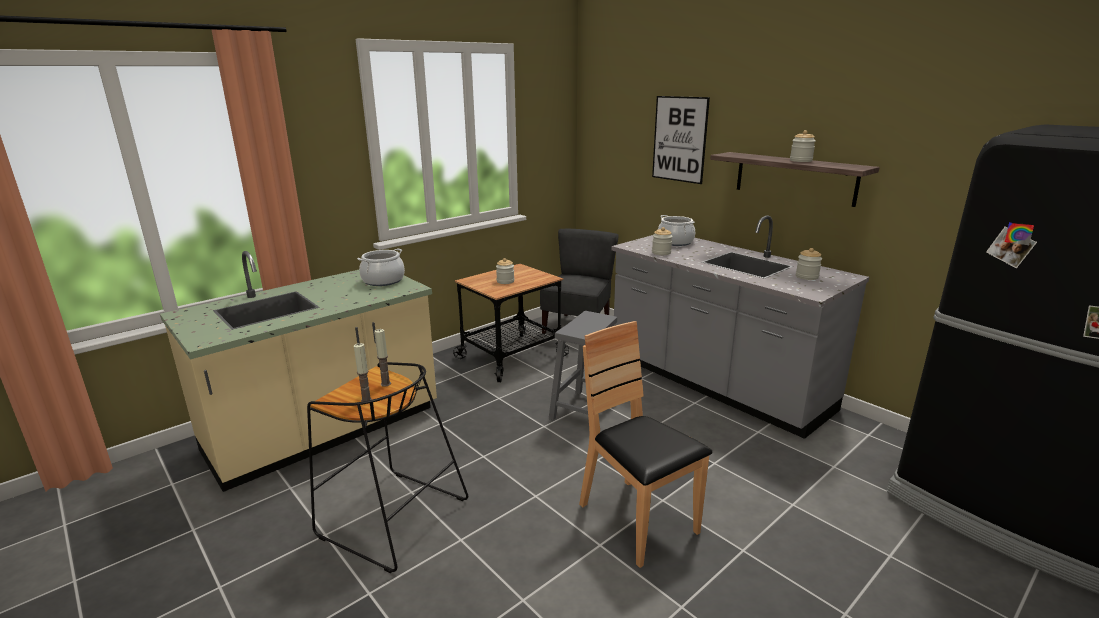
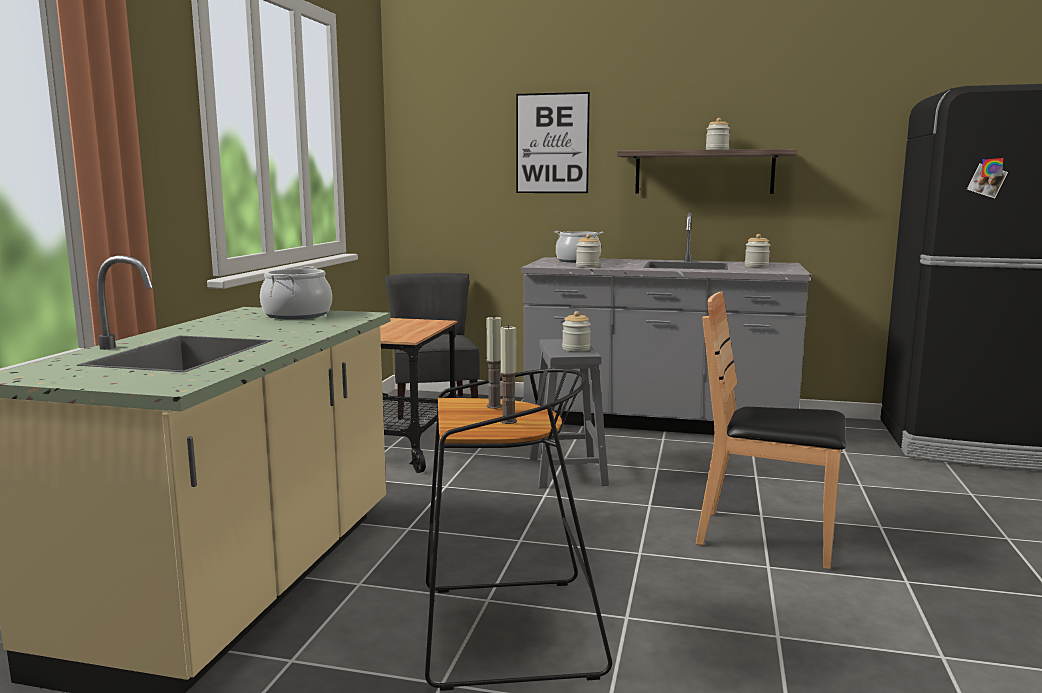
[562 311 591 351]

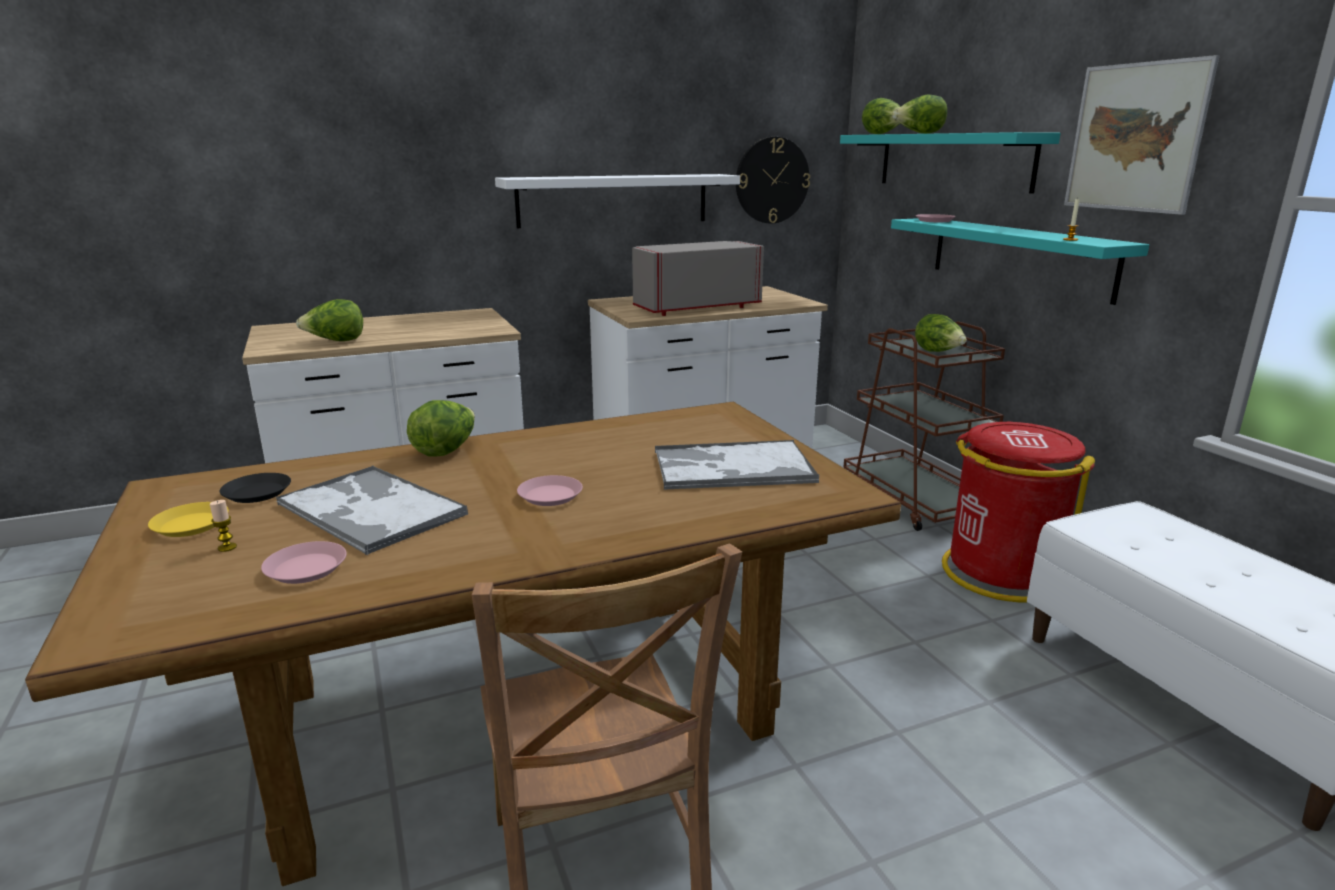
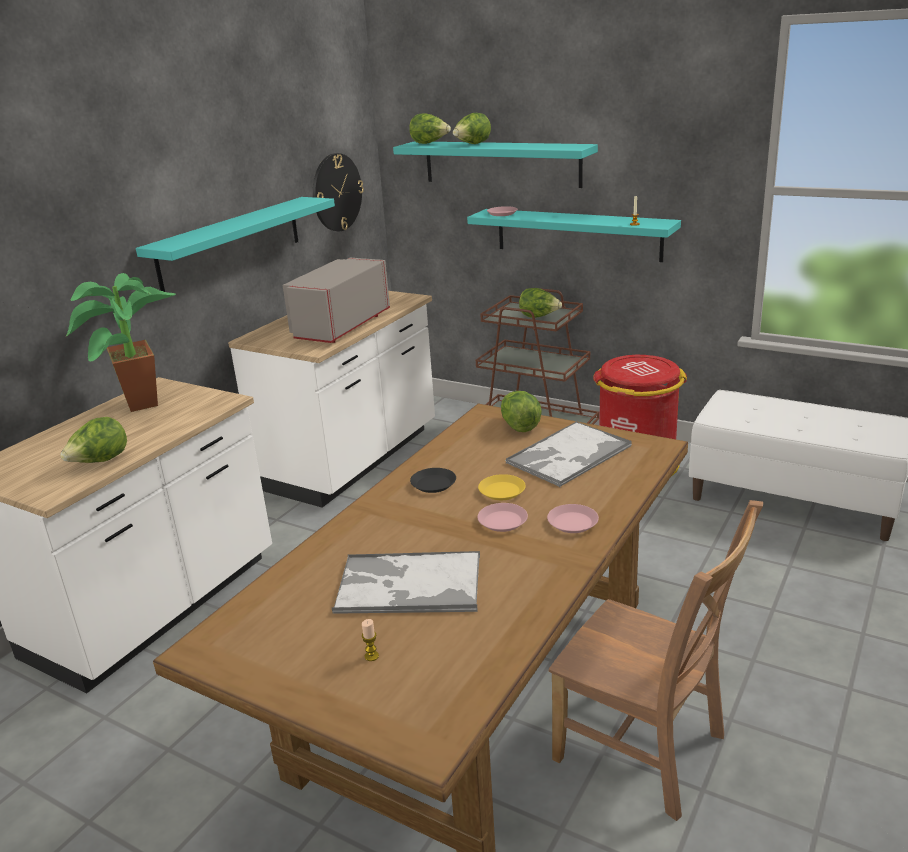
[1064 55 1220 215] (first image)
[66 273 176 412]
[478 474 526 500]
[410 468 456 493]
[547 504 599 533]
[501 391 542 432]
[136 197 335 292]

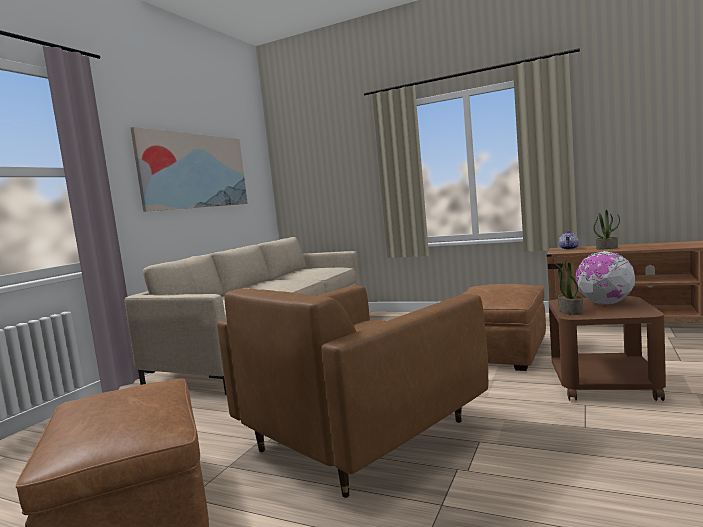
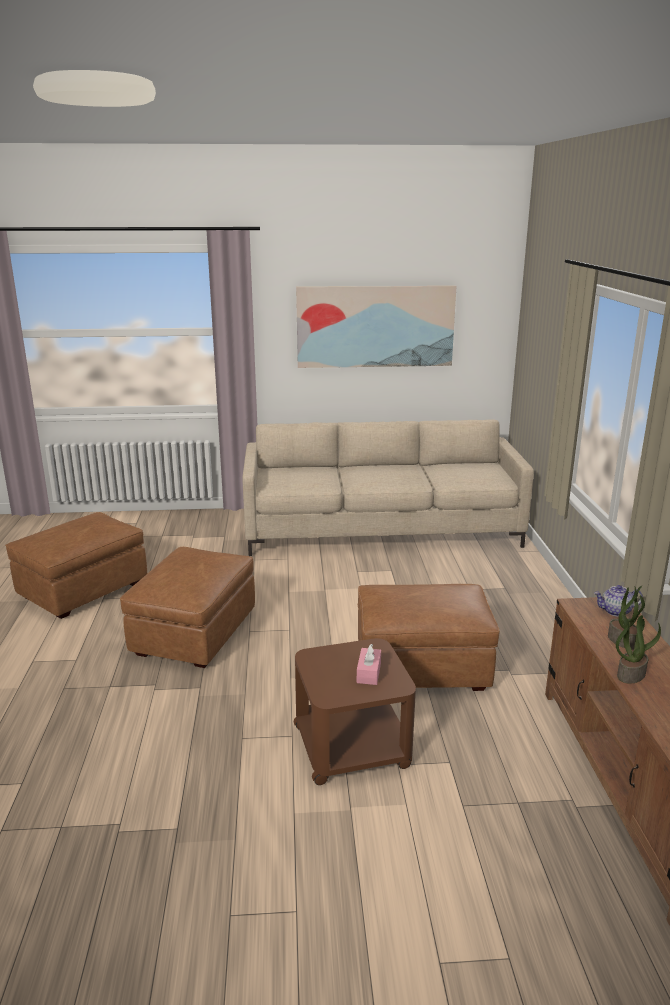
[616 614 661 684]
[120 547 255 668]
[357 644 381 685]

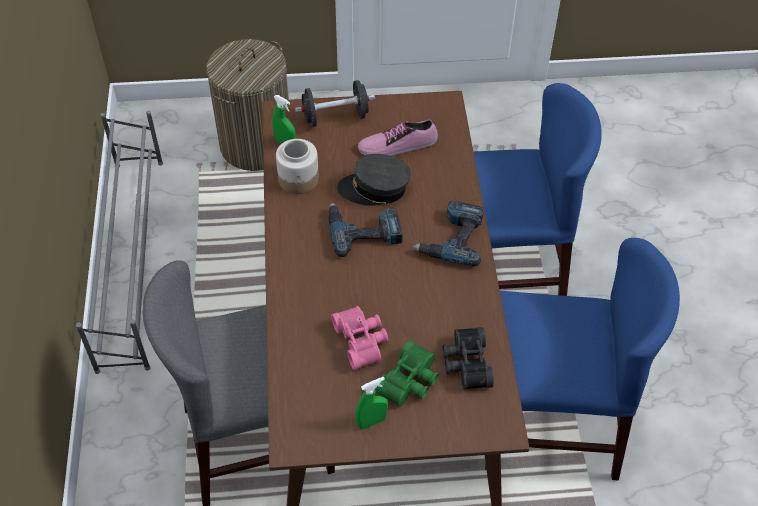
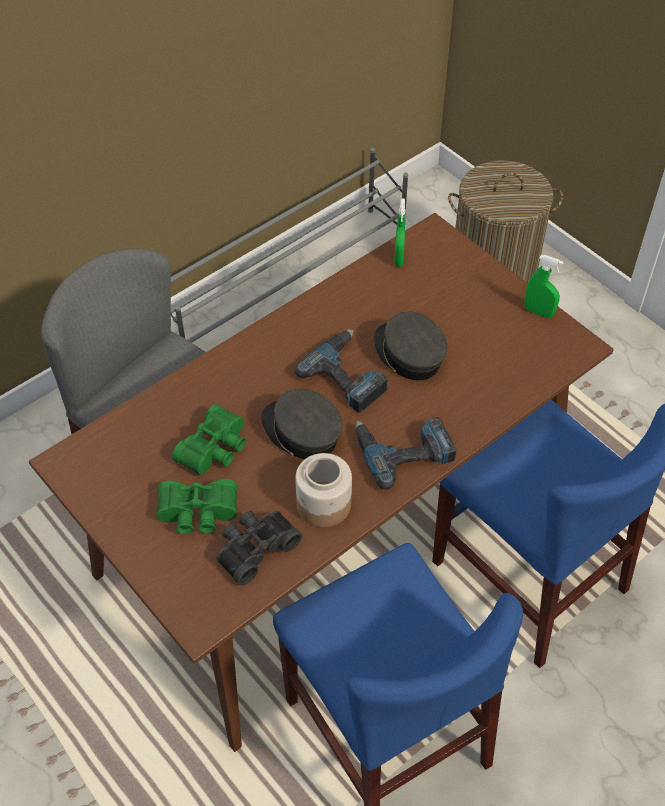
[295 80 375 127] (first image)
[358 120 438 156] (first image)
[261 389 343 459]
[295 453 352 527]
[525 255 564 318]
[172 404 246 475]

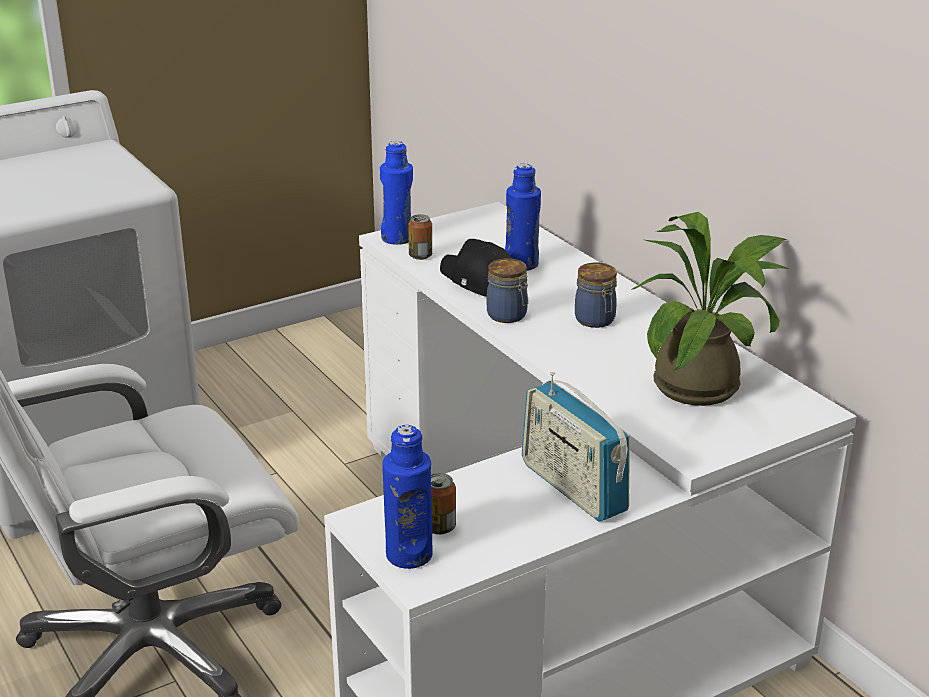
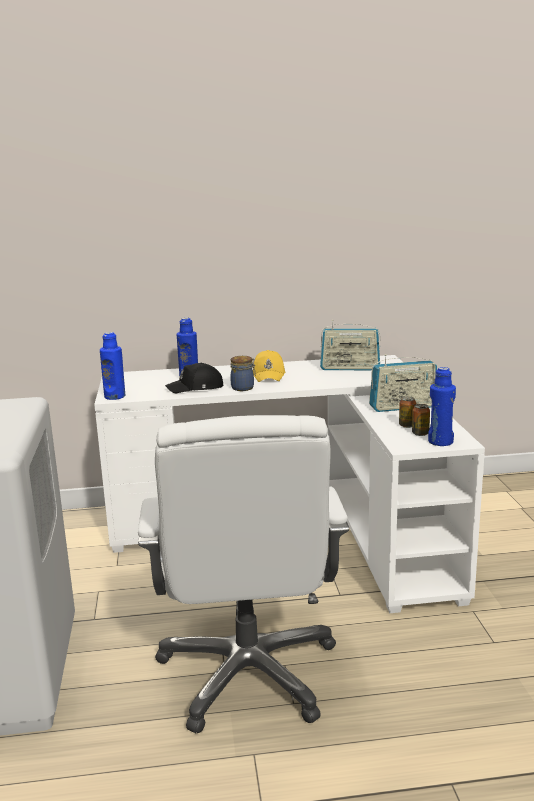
[399 396 416 428]
[253 350 285 382]
[320 320 380 370]

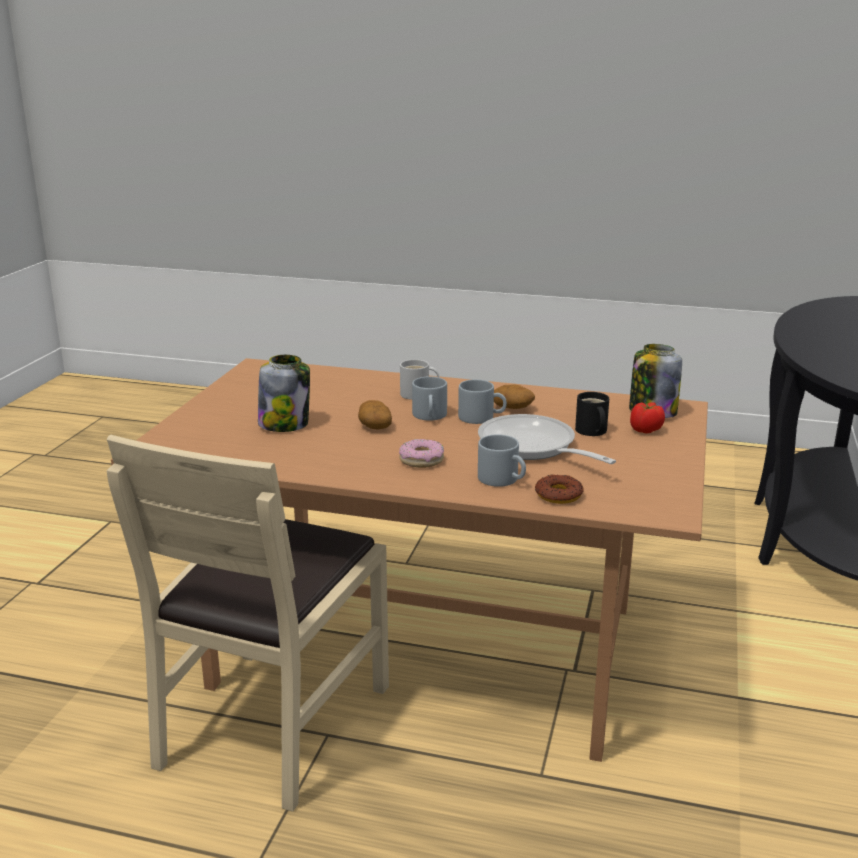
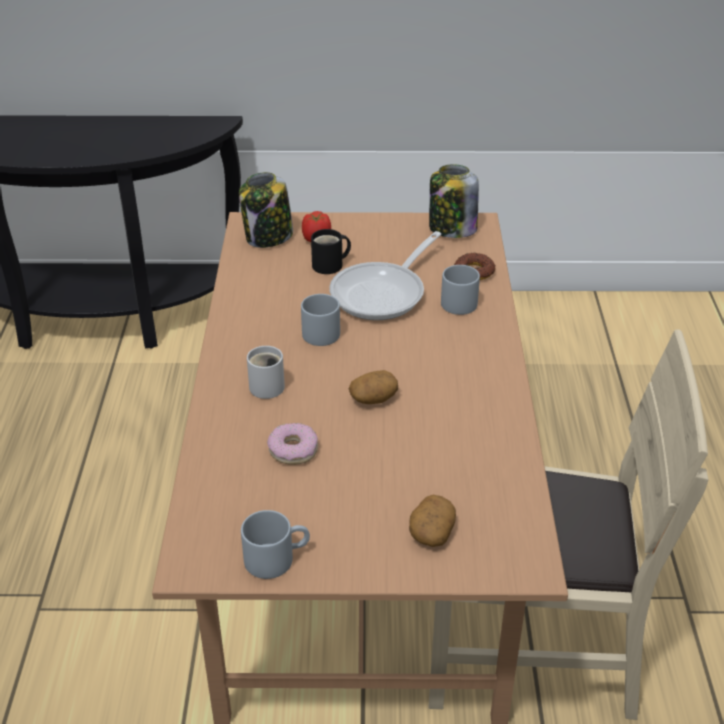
[429 164 479 238]
[267 423 318 465]
[241 510 310 579]
[409 495 456 547]

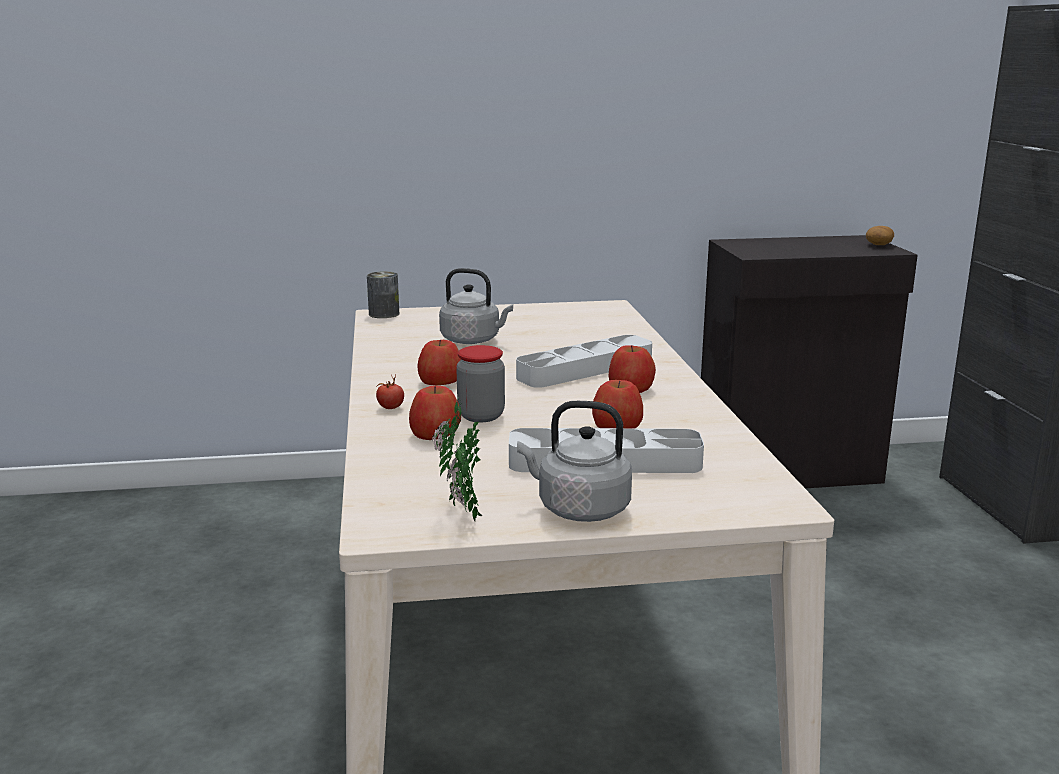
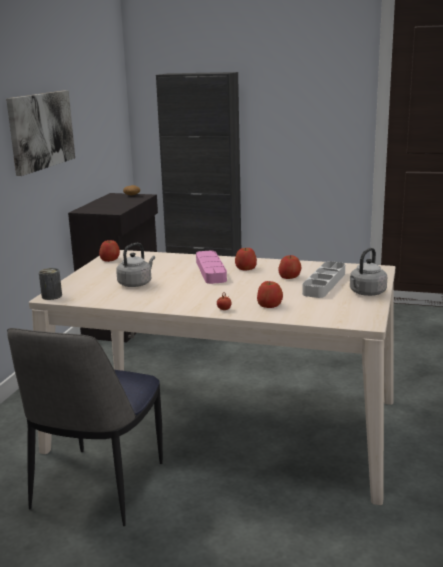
[432 397 482 521] (first image)
[456 345 505 422] (first image)
[6 90 75 176]
[7 328 163 526]
[99 240 120 262]
[196 251 227 284]

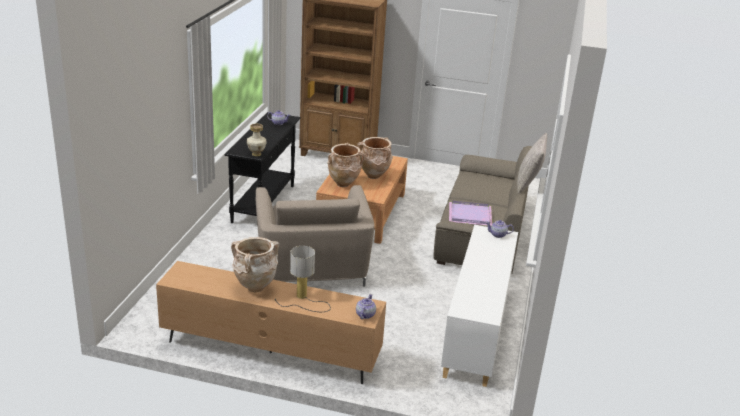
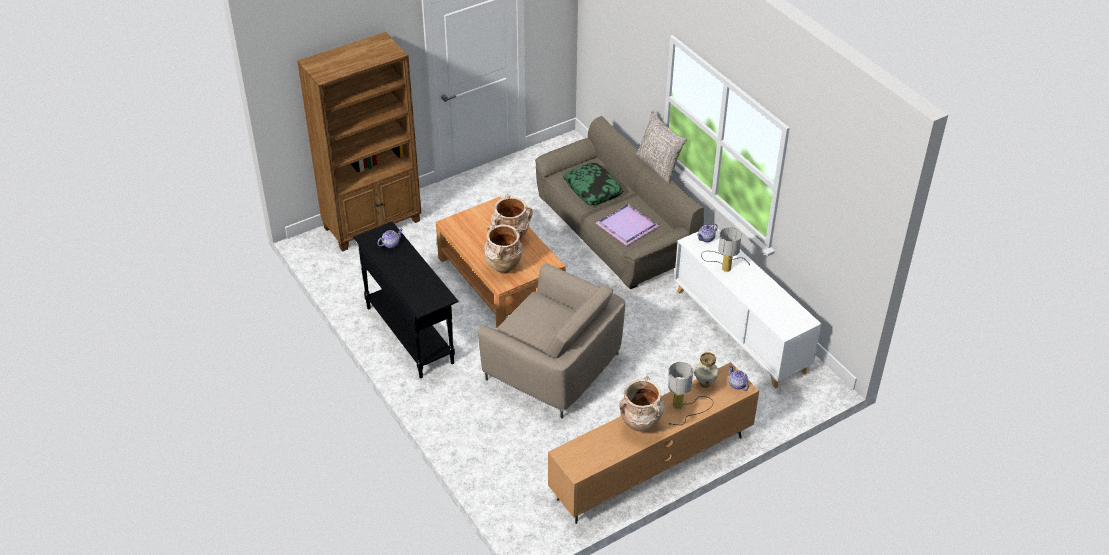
[563 163 623 205]
[701 227 750 272]
[694 352 719 388]

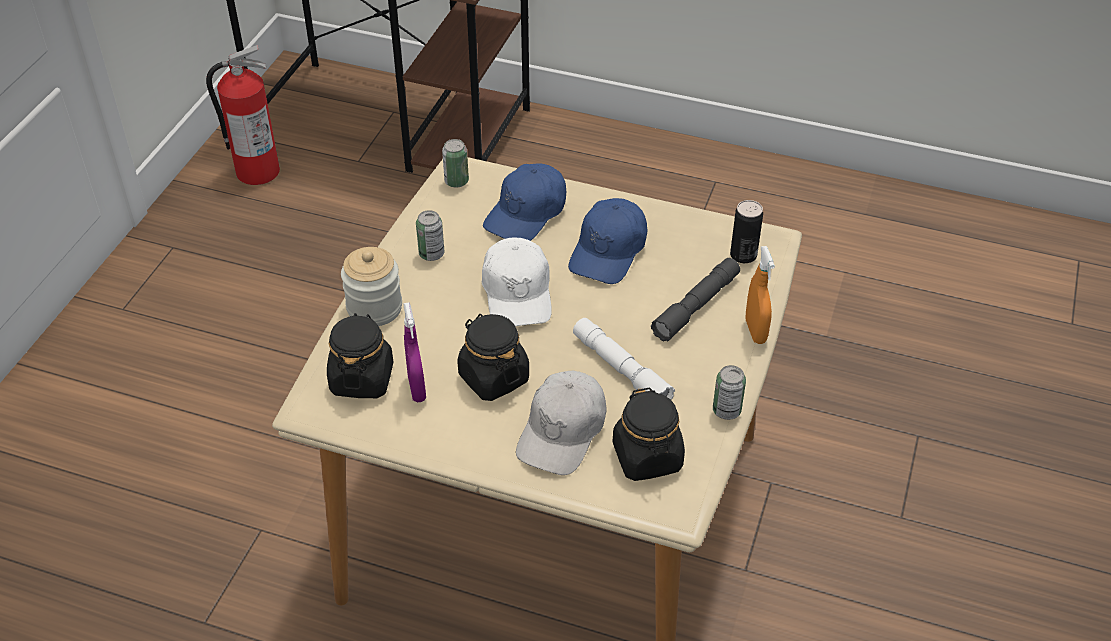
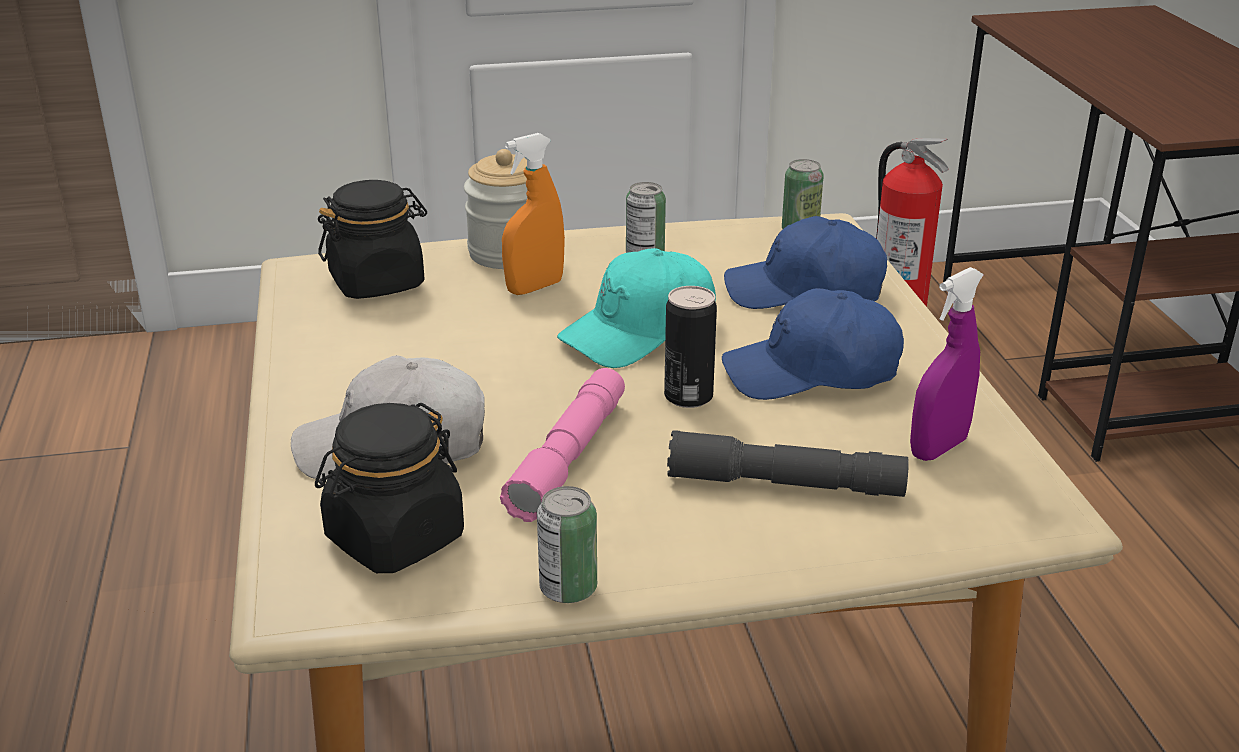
[457 314 529 401] (first image)
[910 267 984 461]
[664 286 717 408]
[502 133 565 295]
[557 248 716 368]
[500 368 625 522]

